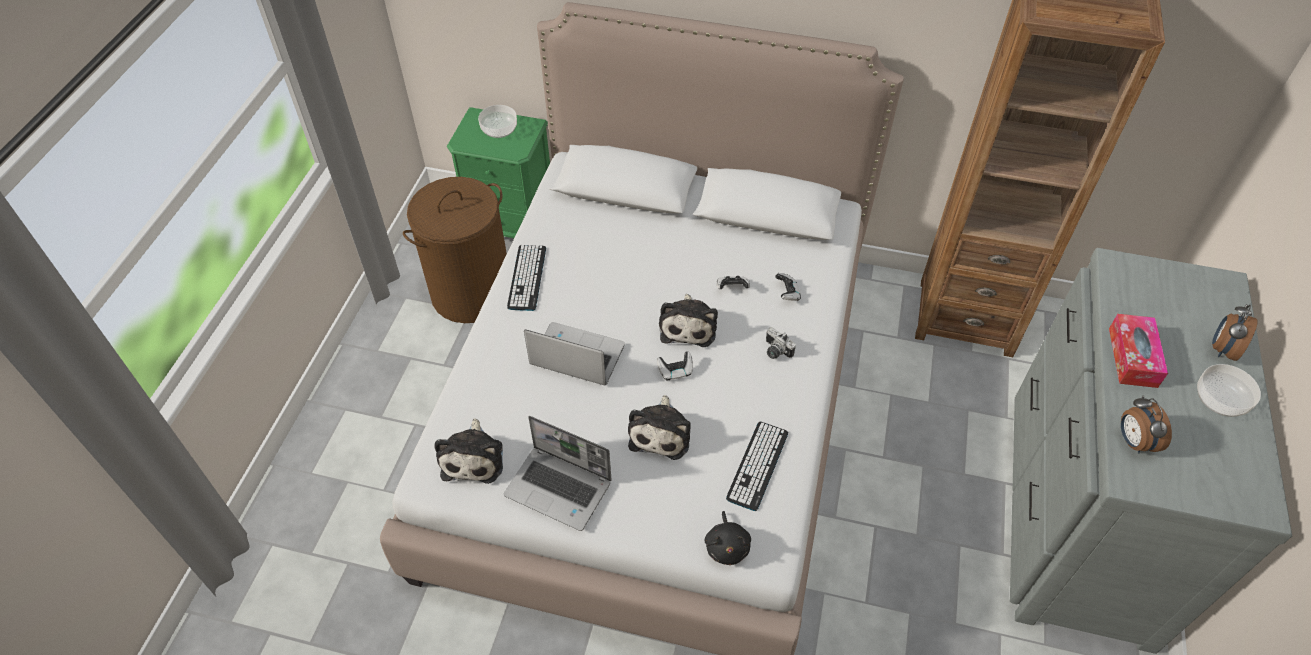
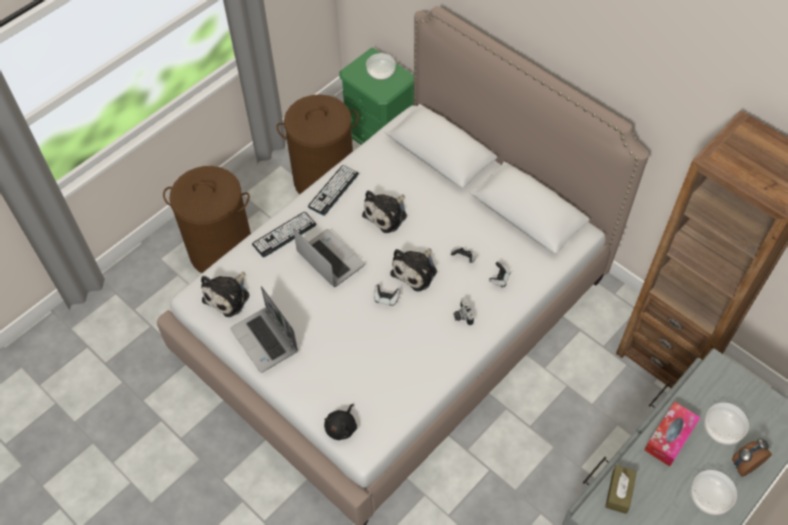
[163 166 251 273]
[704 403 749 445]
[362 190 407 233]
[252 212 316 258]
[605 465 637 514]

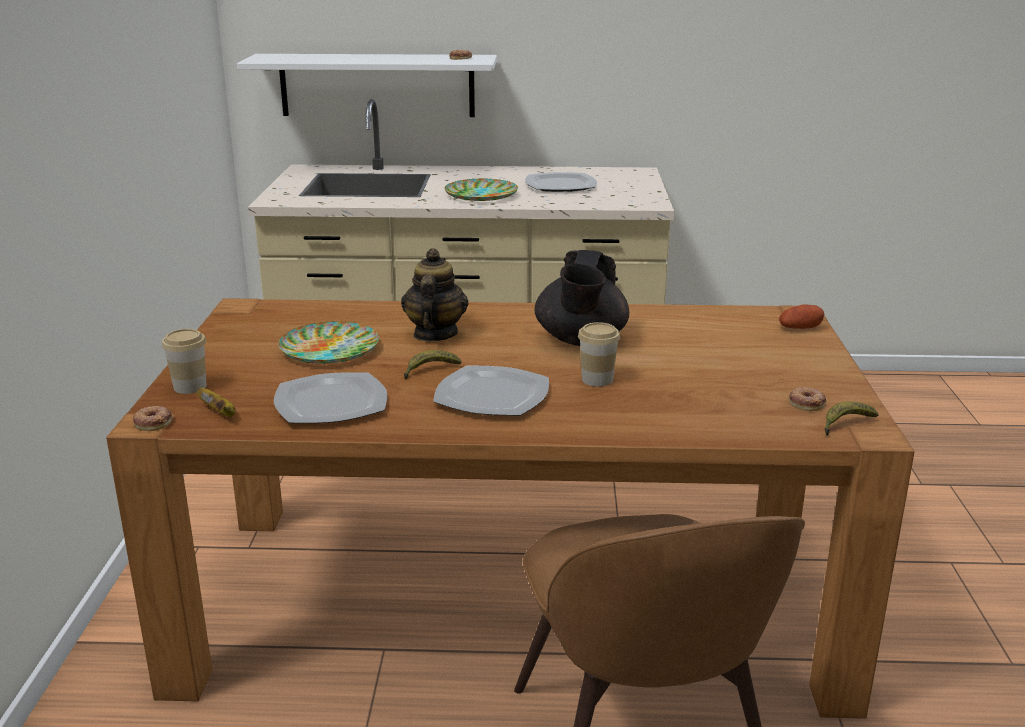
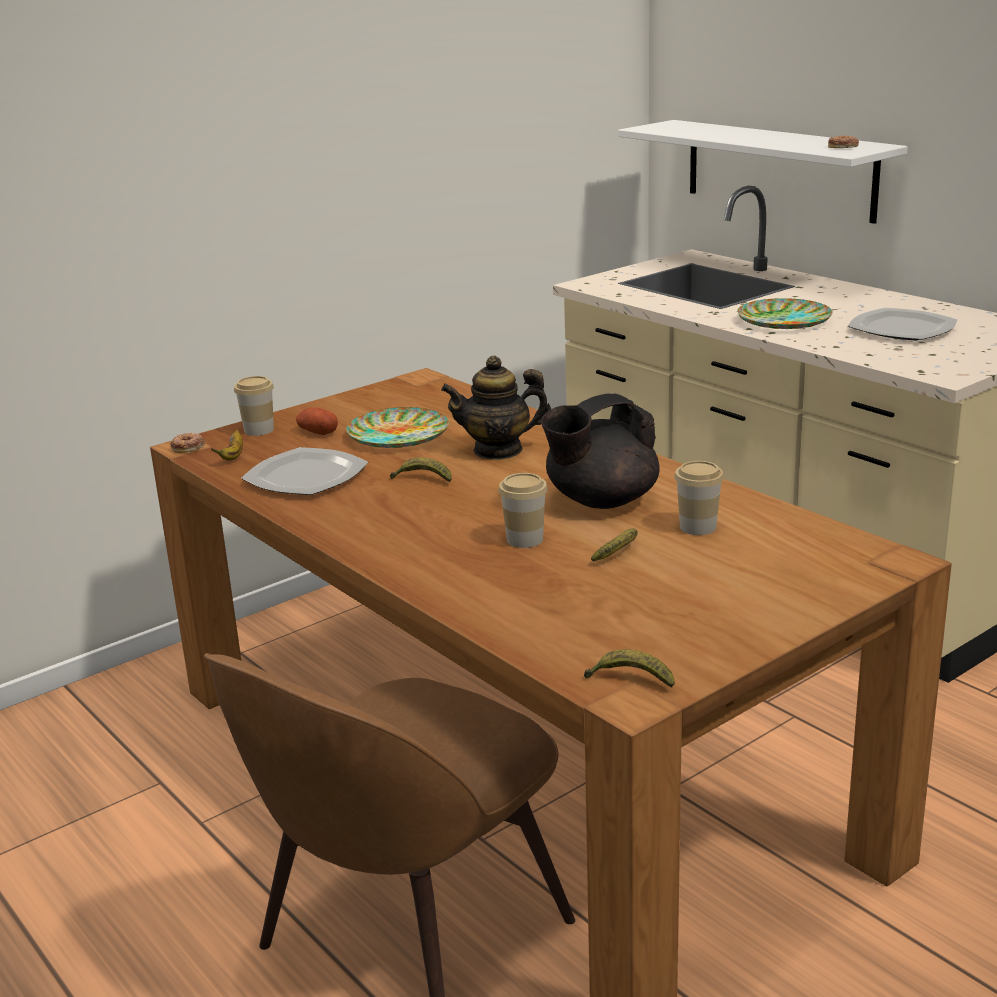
[433 366 549 416] (first image)
[789 387 826 411] (first image)
[591 529 638 562]
[674 461 724 535]
[296 408 338 435]
[441 356 551 460]

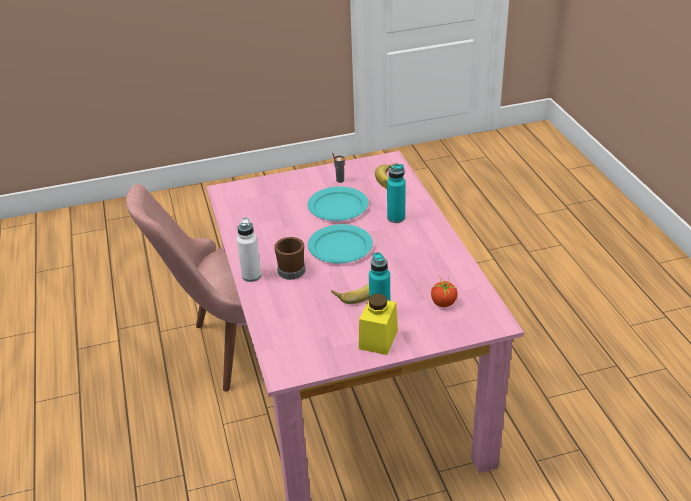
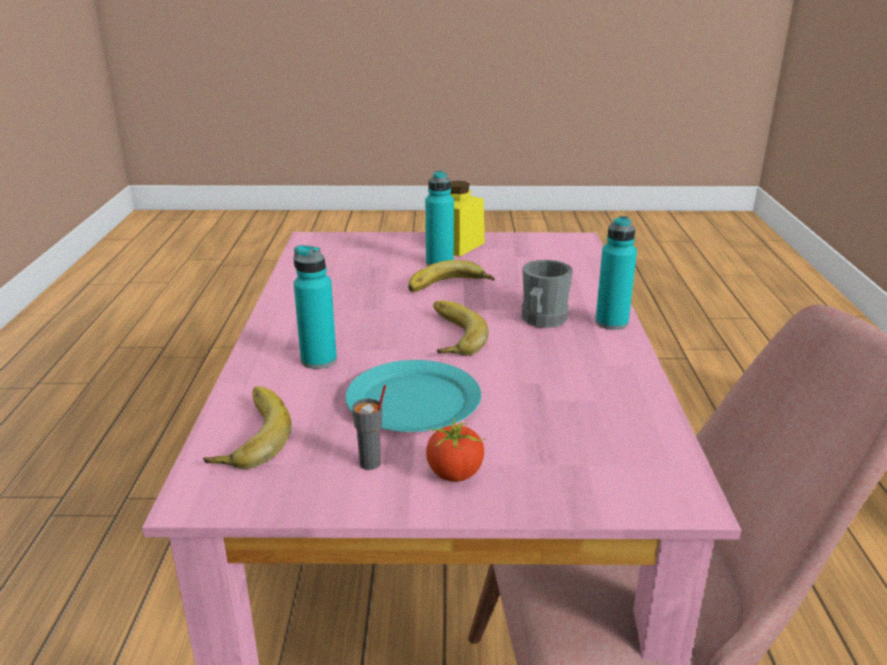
[426 417 485 482]
[433 300 489 356]
[595 216 637 330]
[521 260 573 328]

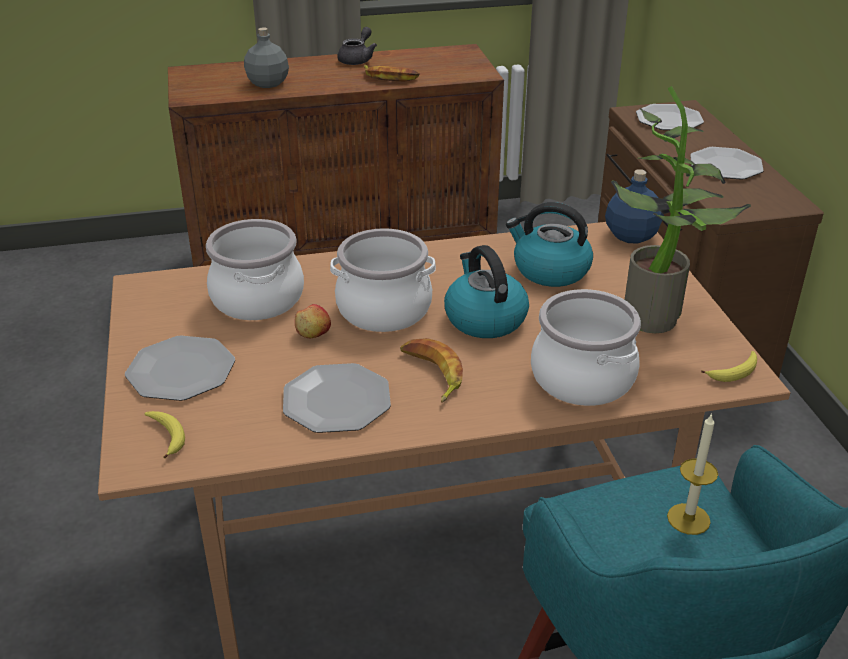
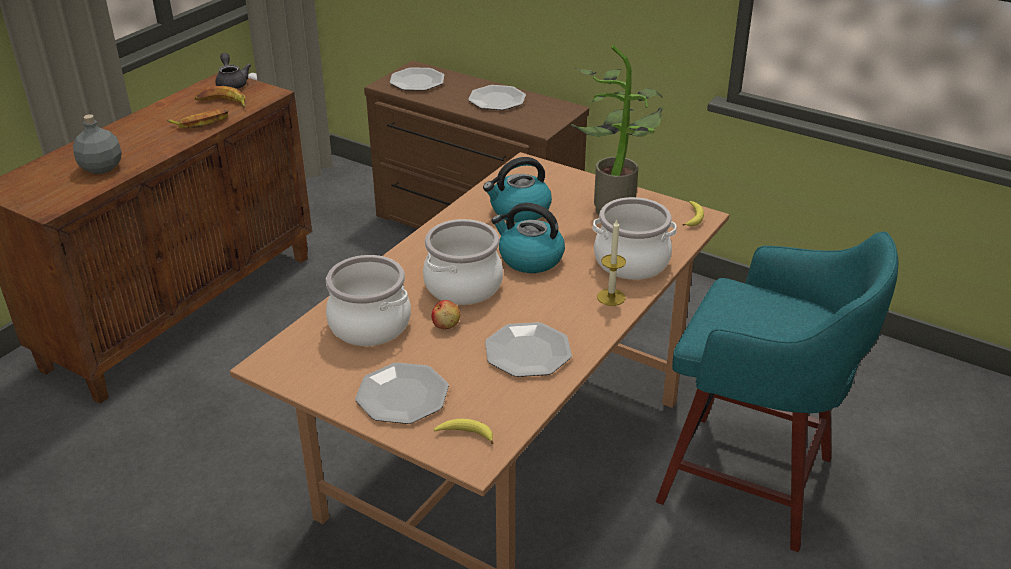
[605 169 664 244] (first image)
[215 53 251 89]
[195 86 245 107]
[597 218 626 306]

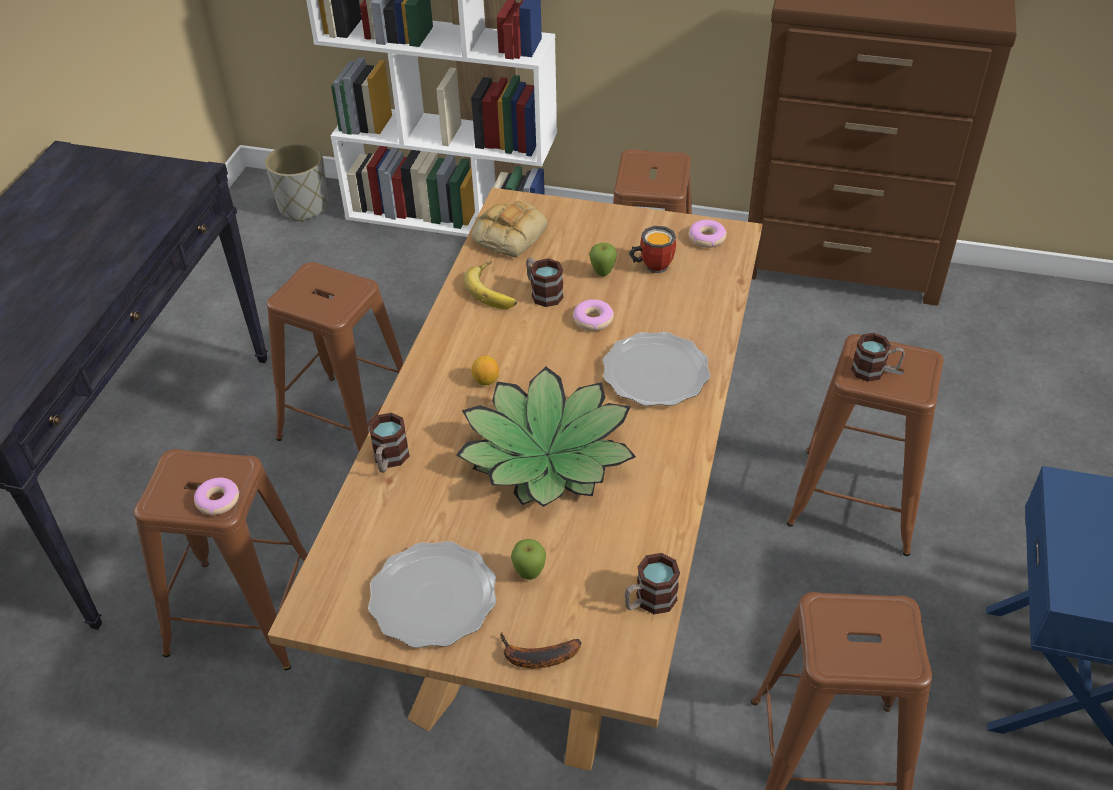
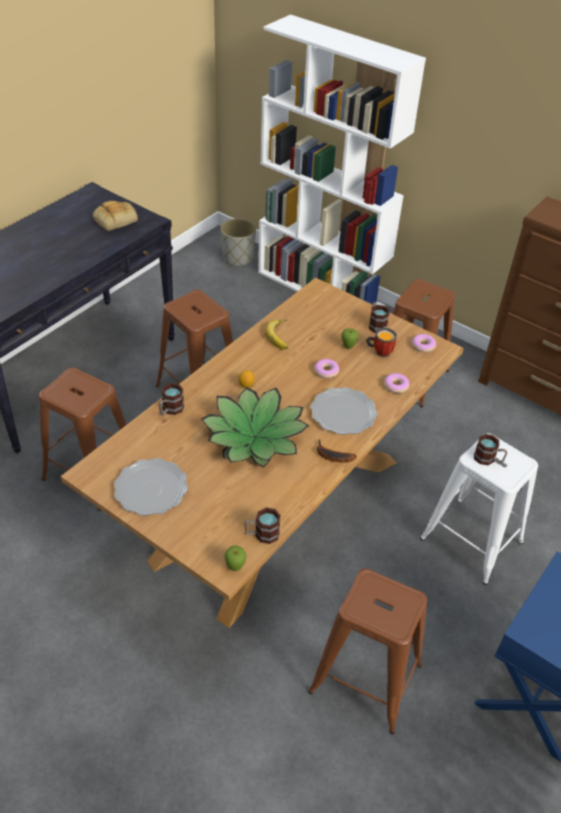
[384 373 410 393]
[93 201 138 231]
[317 439 357 463]
[224 546 246 571]
[369 302 390 333]
[420 433 538 585]

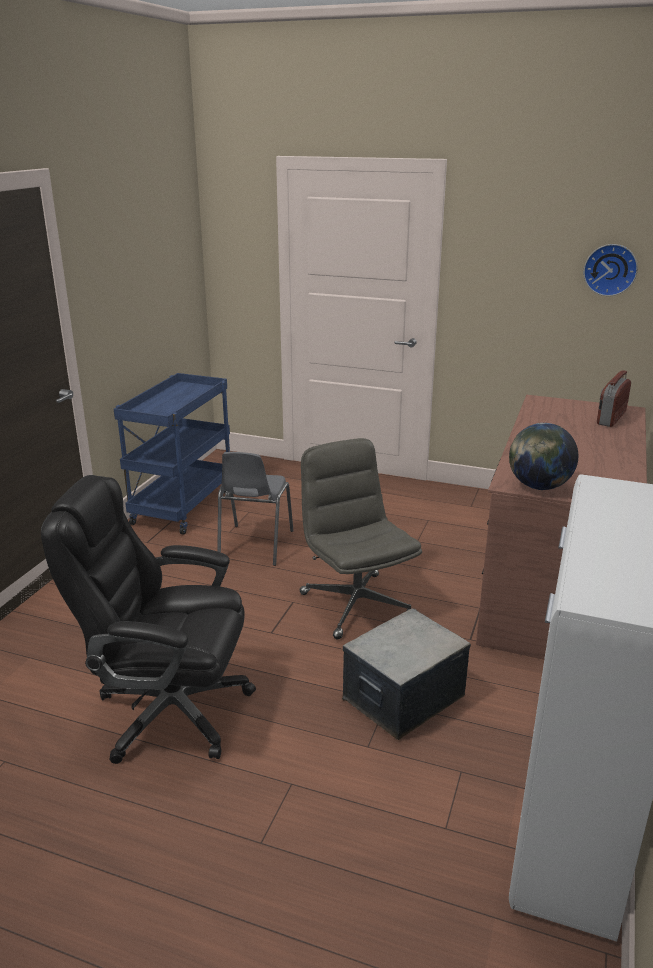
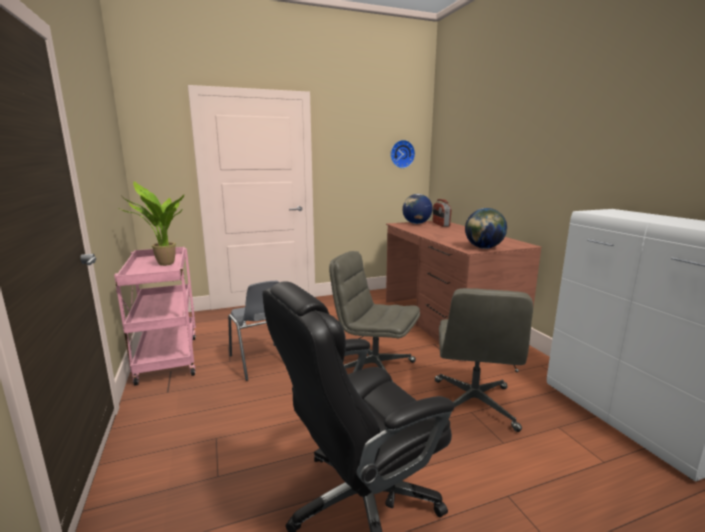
[120 181 184 266]
[402 194 433 224]
[435 288 533 432]
[114 247 196 386]

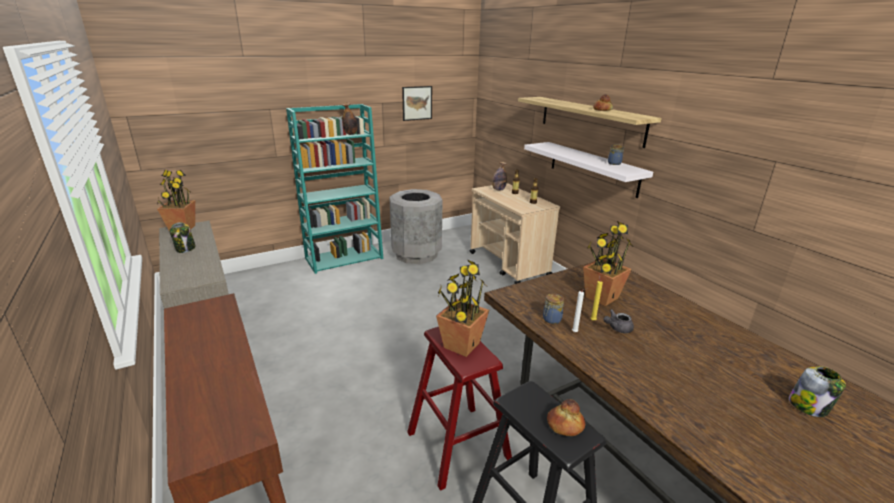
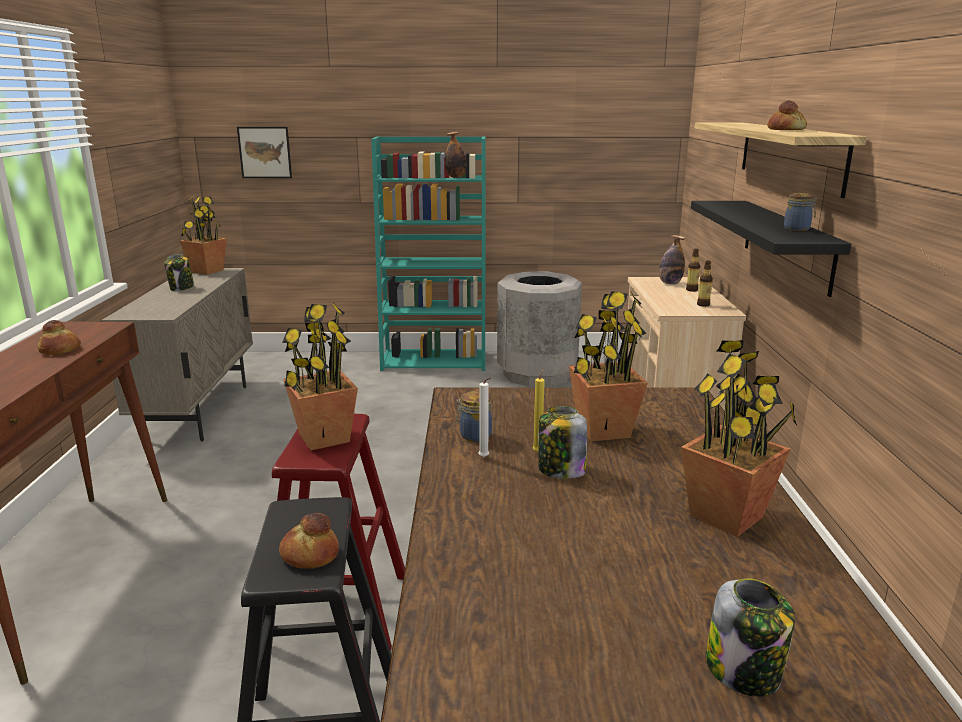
[38 320 81 355]
[681 340 797 537]
[237 127 292 178]
[538 406 587 479]
[691 201 851 297]

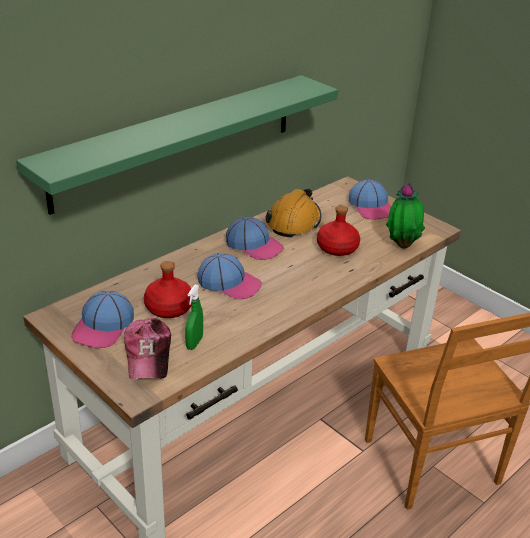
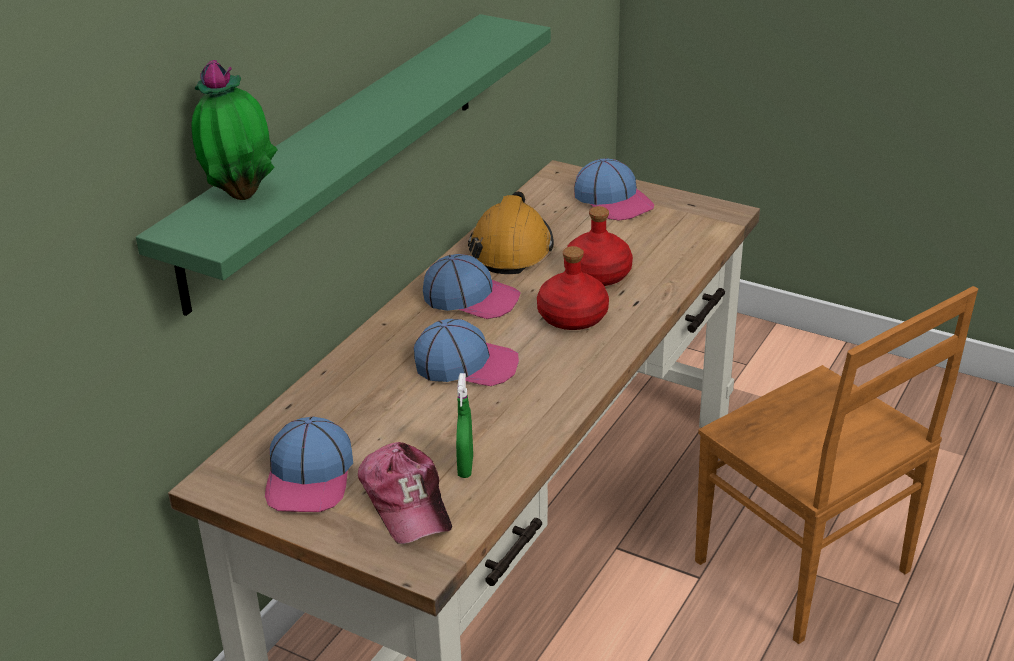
[537 246 609 330]
[191 60 278 200]

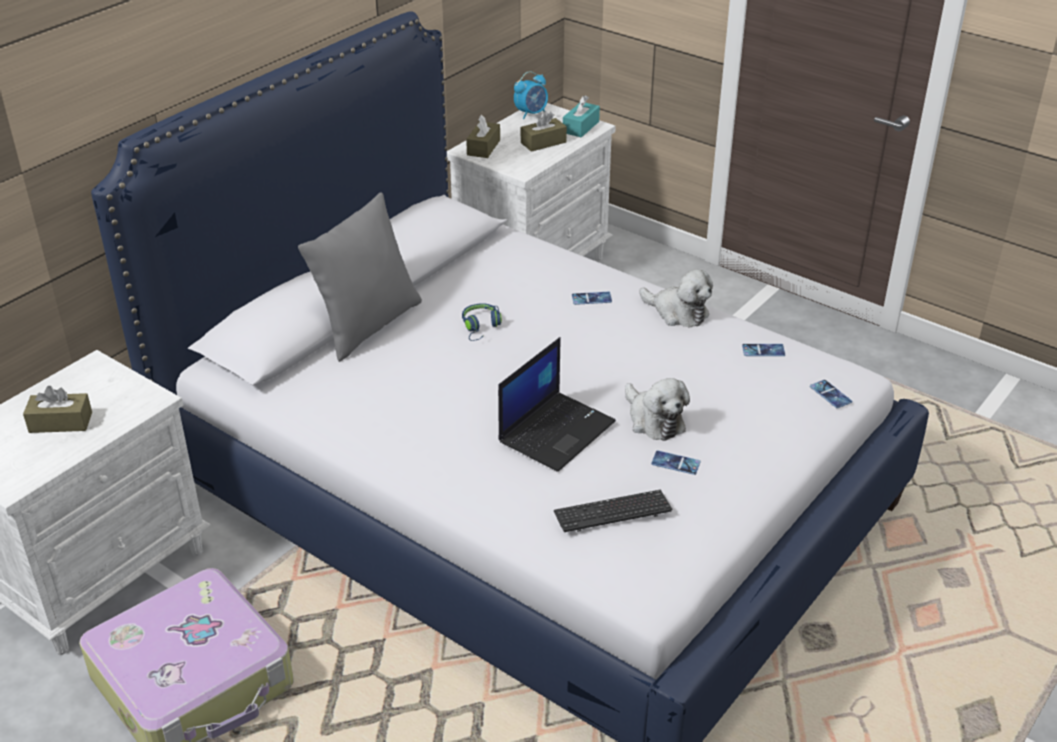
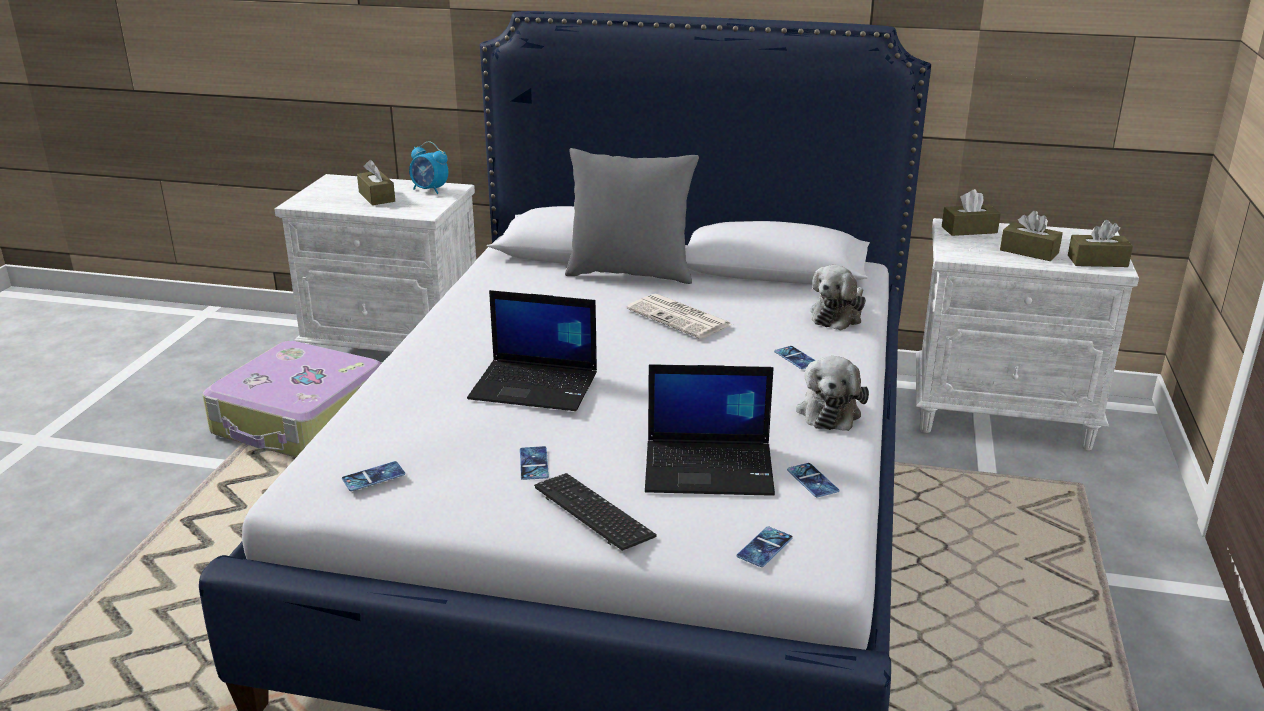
[342 461 405 491]
[645 364 775 496]
[409 141 448 194]
[534 473 657 551]
[810 265 866 331]
[627 294 733 339]
[1068 220 1133 267]

